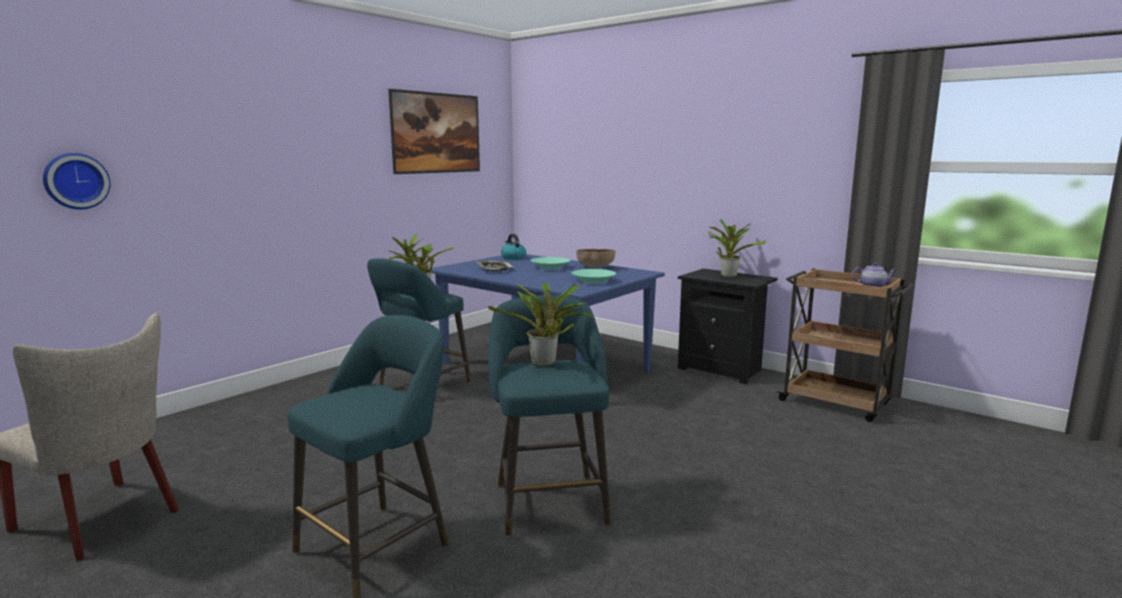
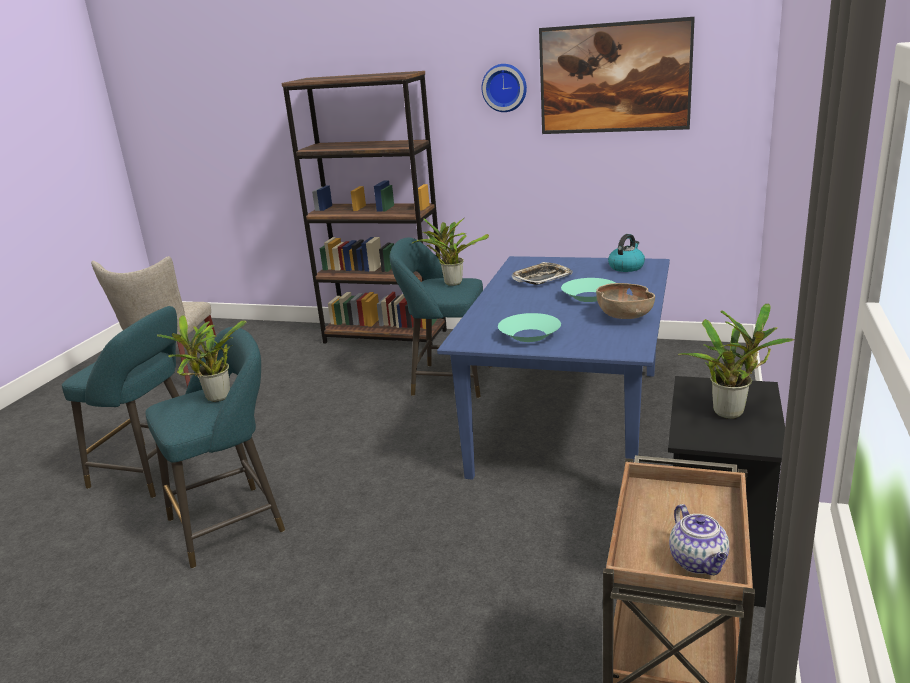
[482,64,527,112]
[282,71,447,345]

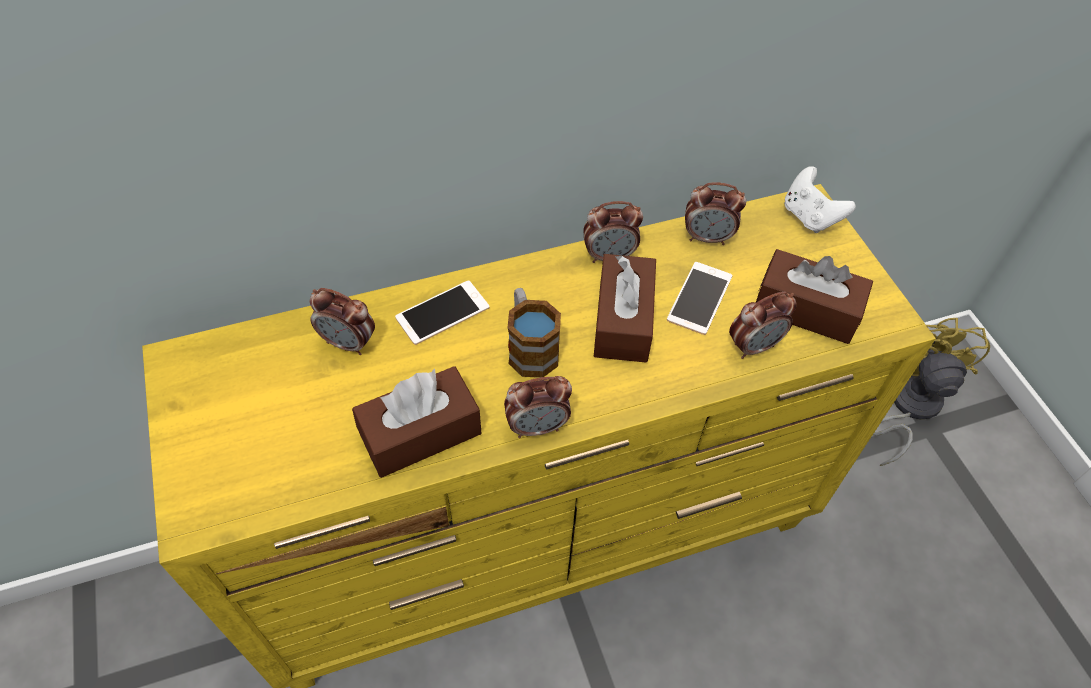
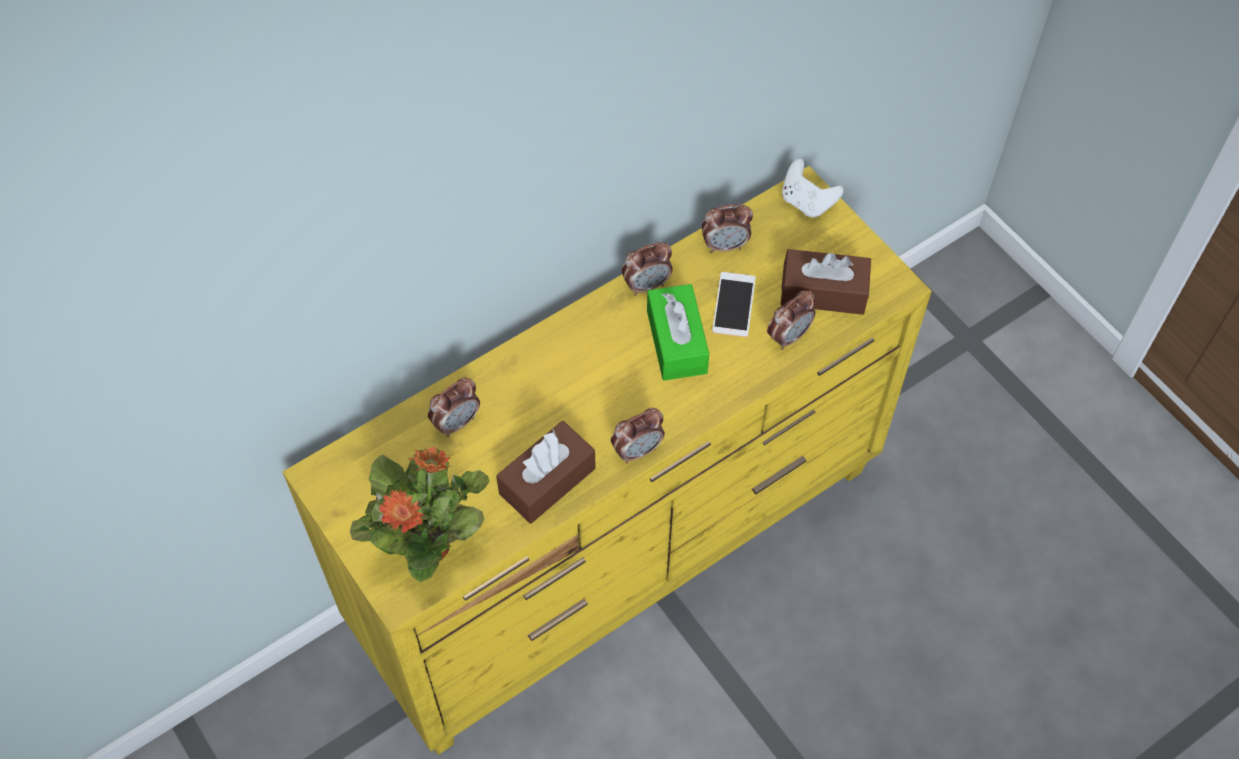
[647,284,709,381]
[395,280,489,345] (first image)
[428,378,480,437]
[508,288,561,378] (first image)
[873,318,990,466] (first image)
[350,447,490,582]

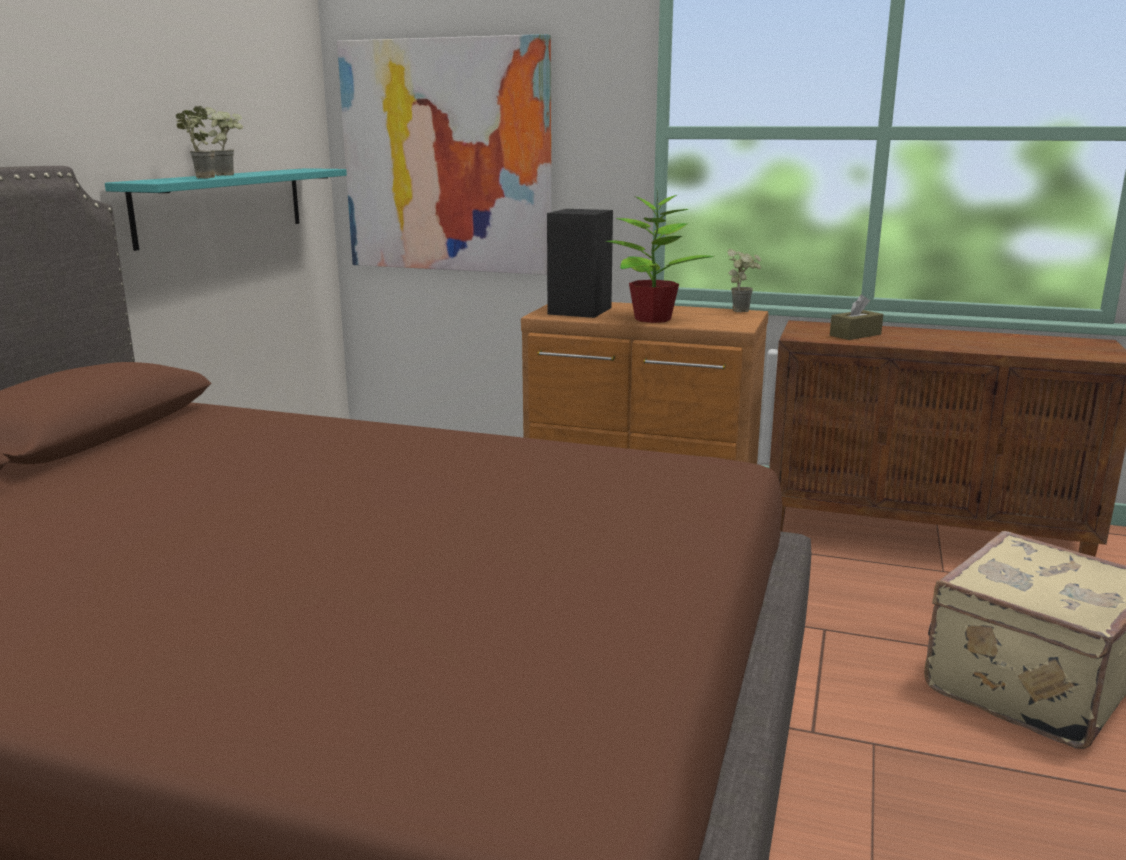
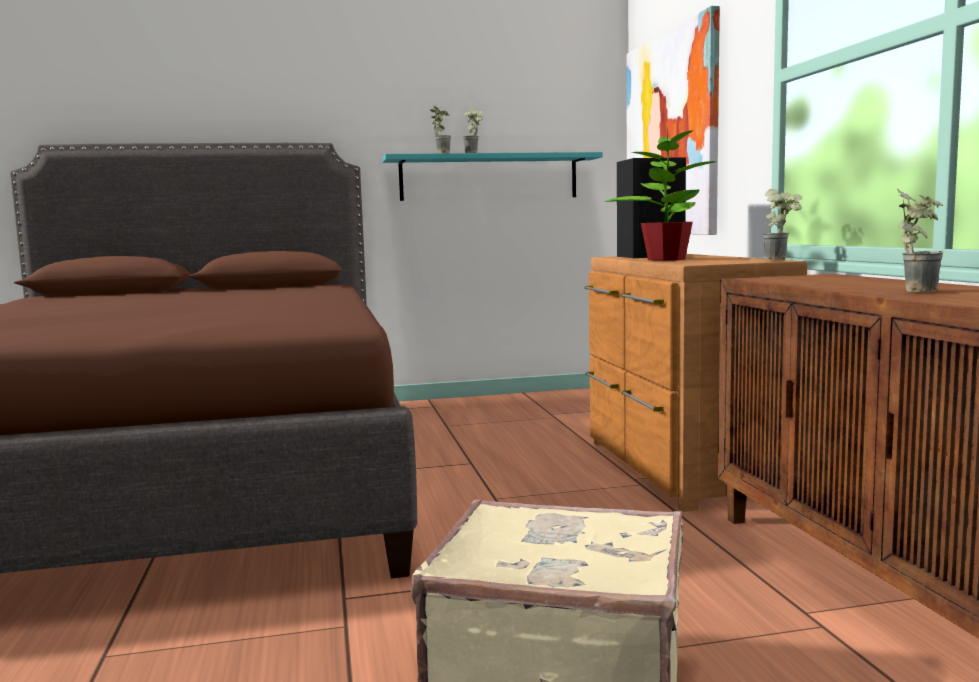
[830,295,883,340] (first image)
[897,188,944,292]

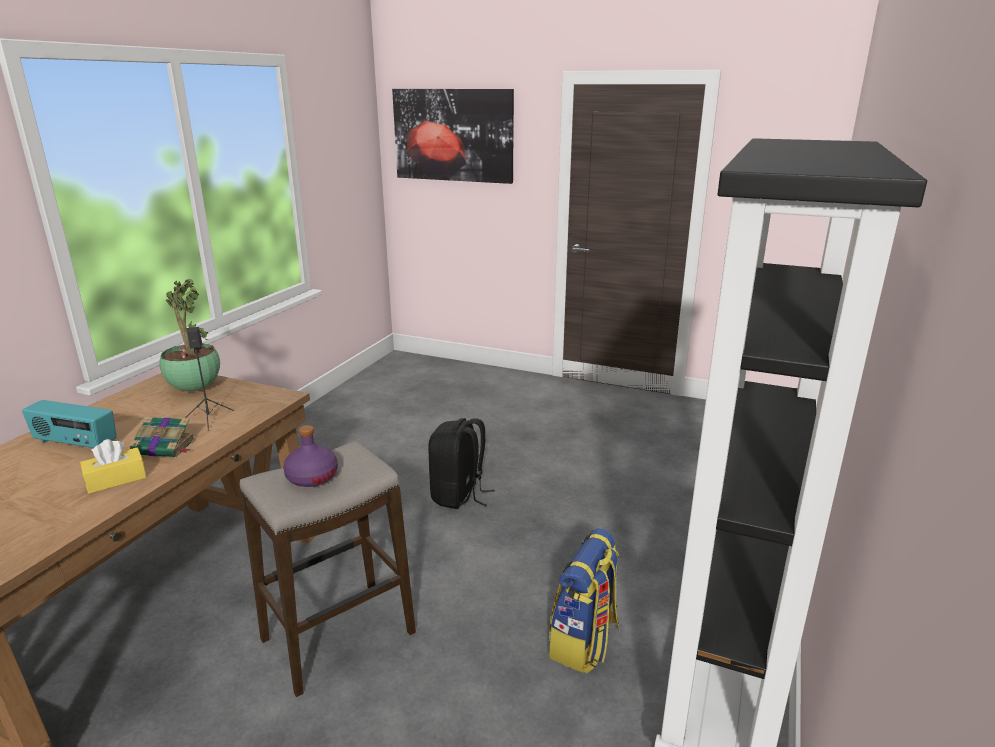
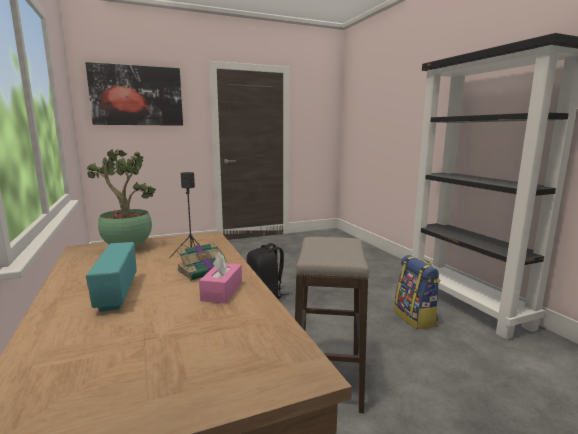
[86,242,137,312]
[283,425,338,487] (first image)
[199,252,242,304]

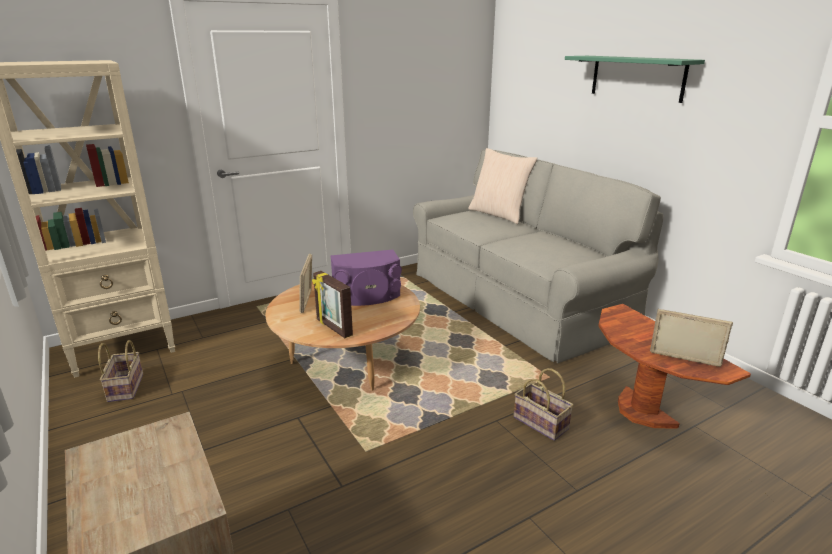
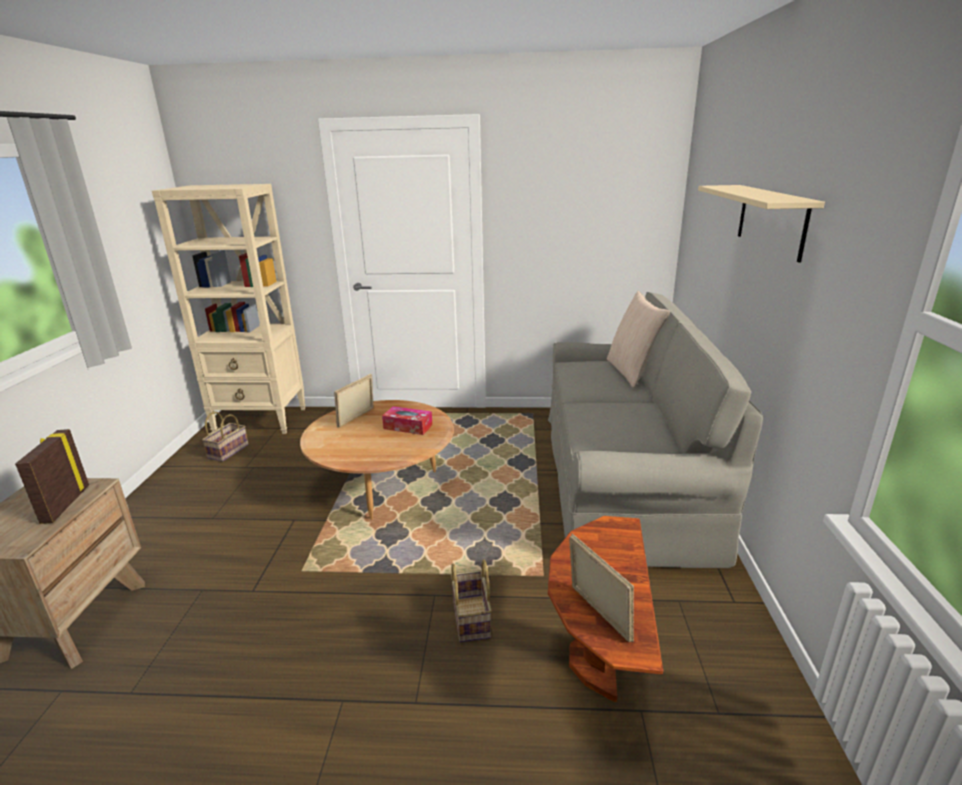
[698,185,825,263]
[382,406,433,435]
[15,429,89,524]

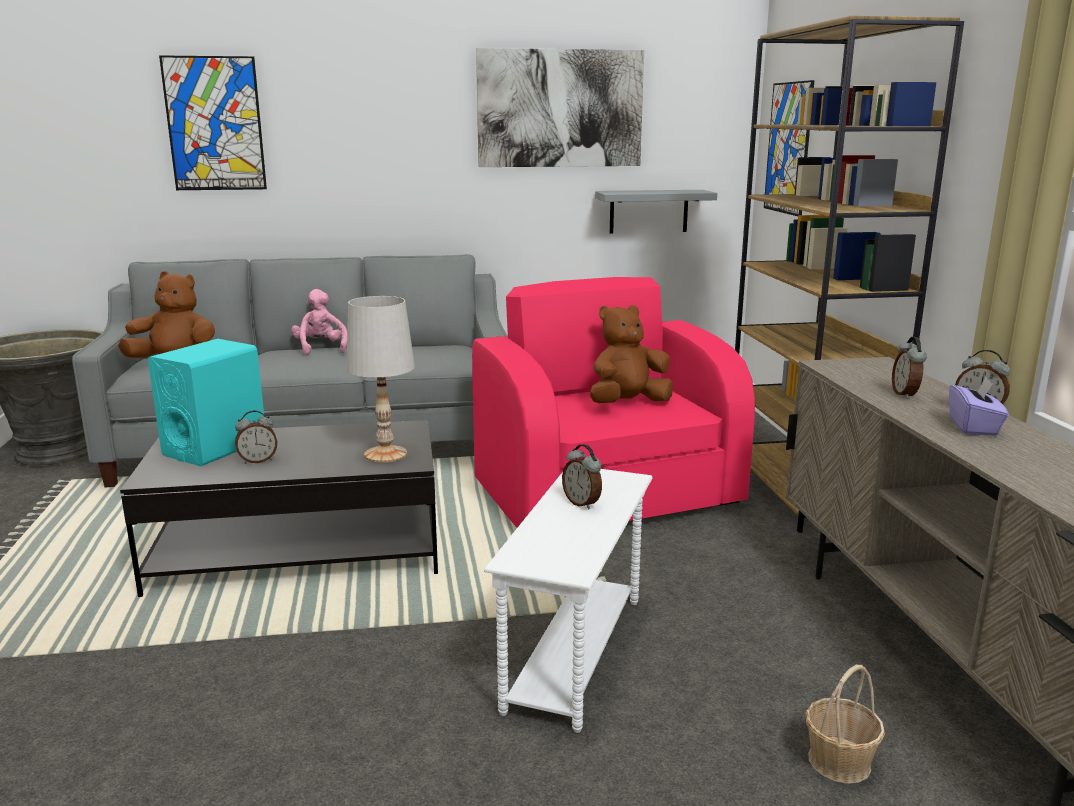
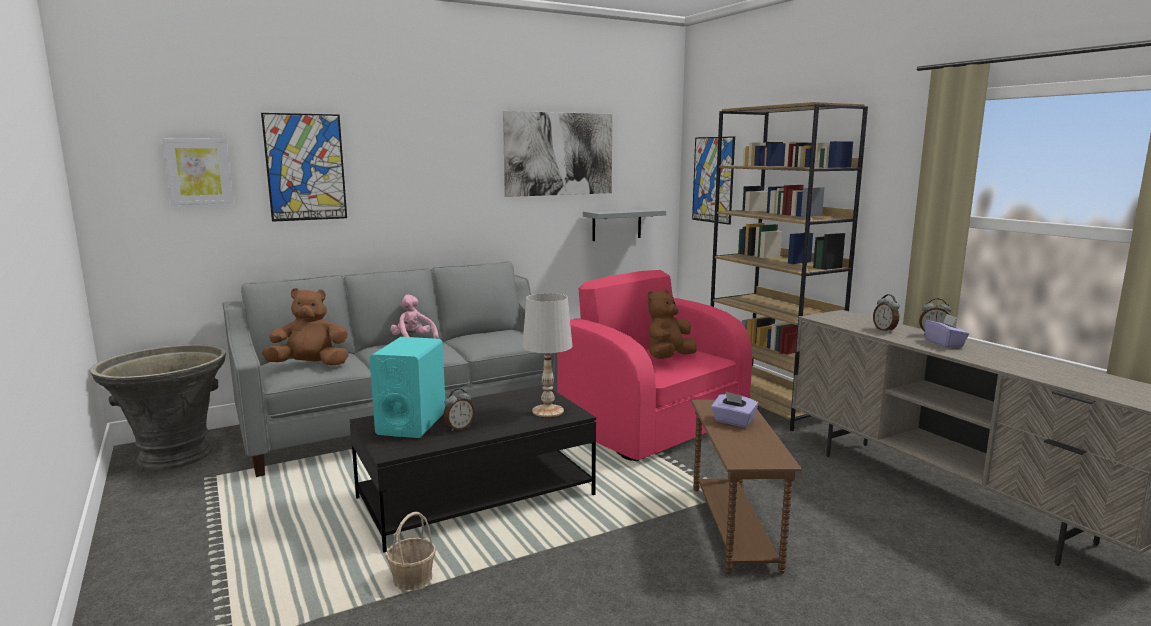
[711,391,758,428]
[691,400,802,574]
[386,512,436,591]
[162,139,233,205]

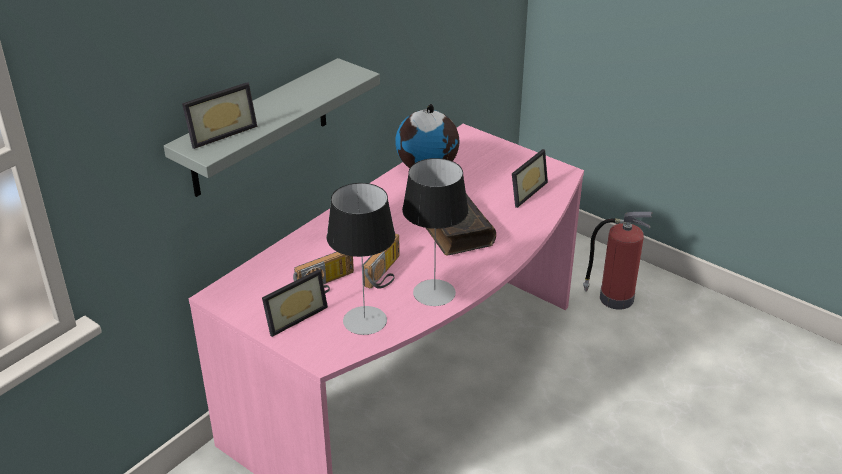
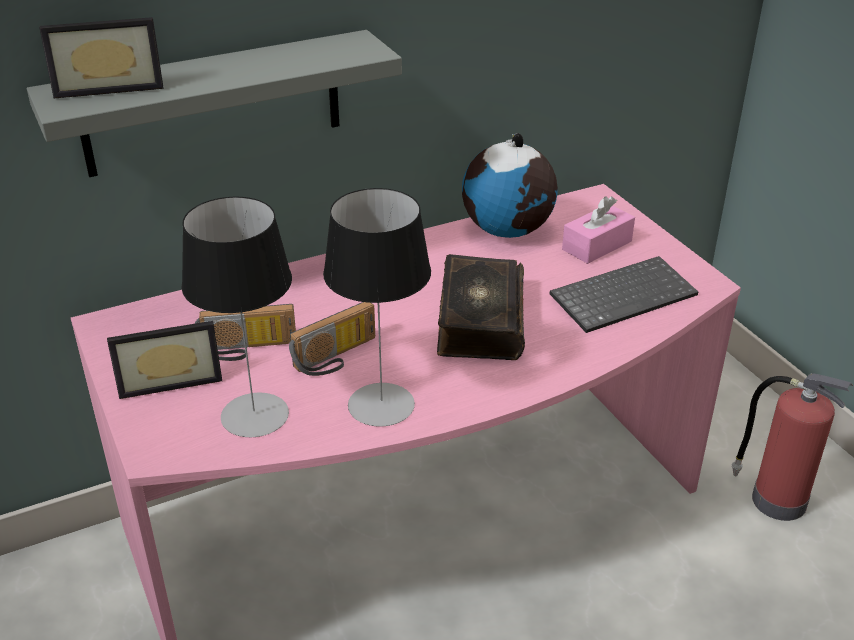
[550,256,698,333]
[562,196,635,264]

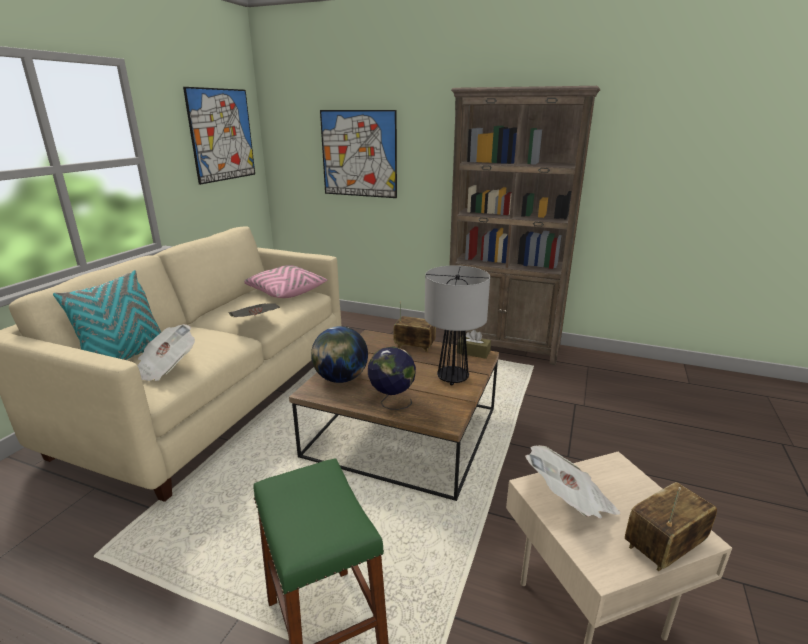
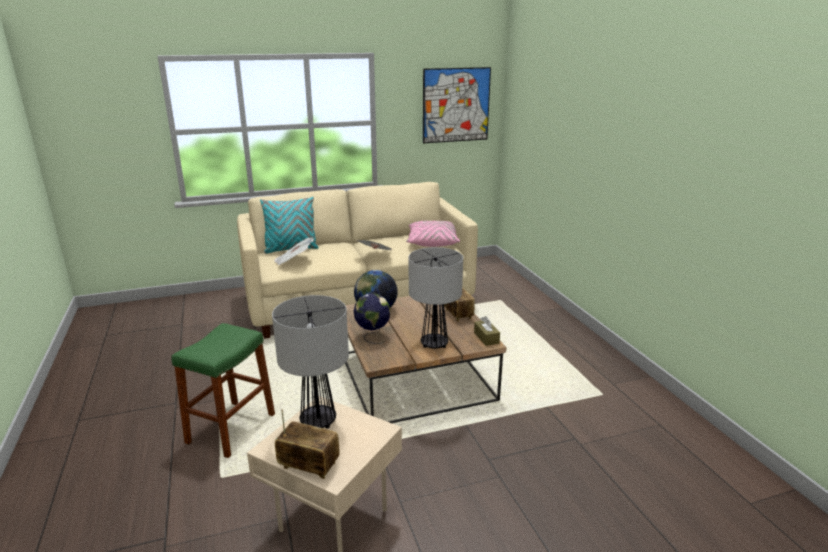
[447,86,600,365] (first image)
[320,110,397,198] (first image)
[272,295,349,429]

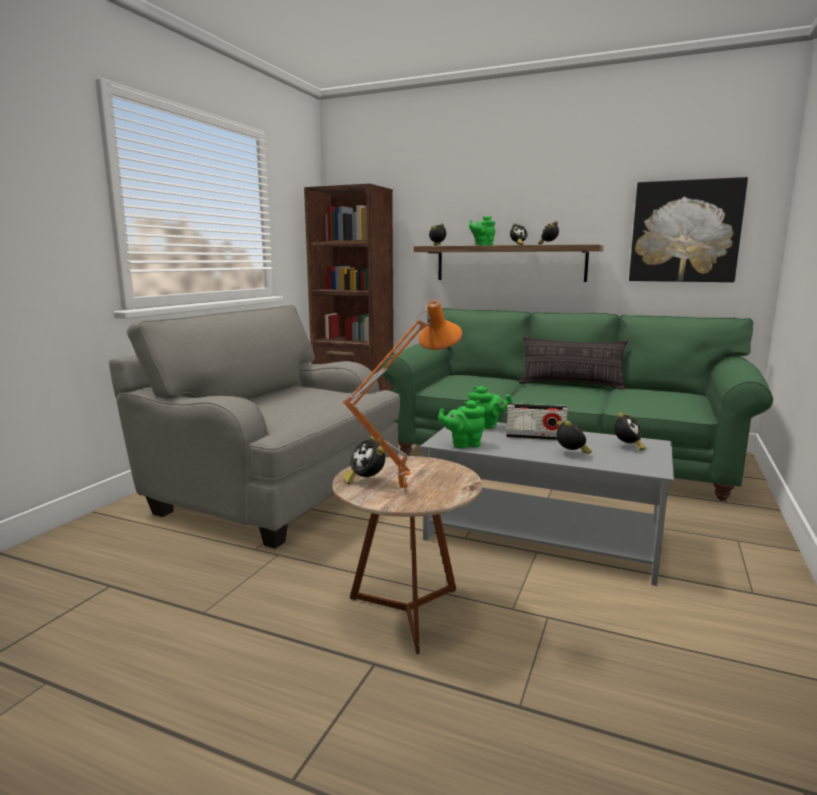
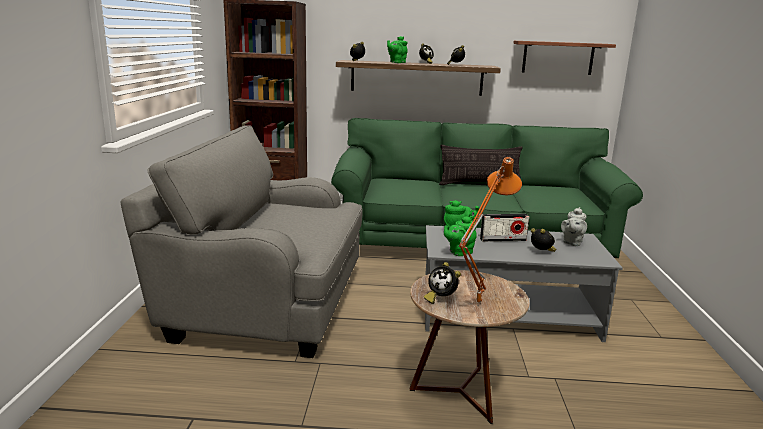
[513,41,616,75]
[561,207,587,246]

